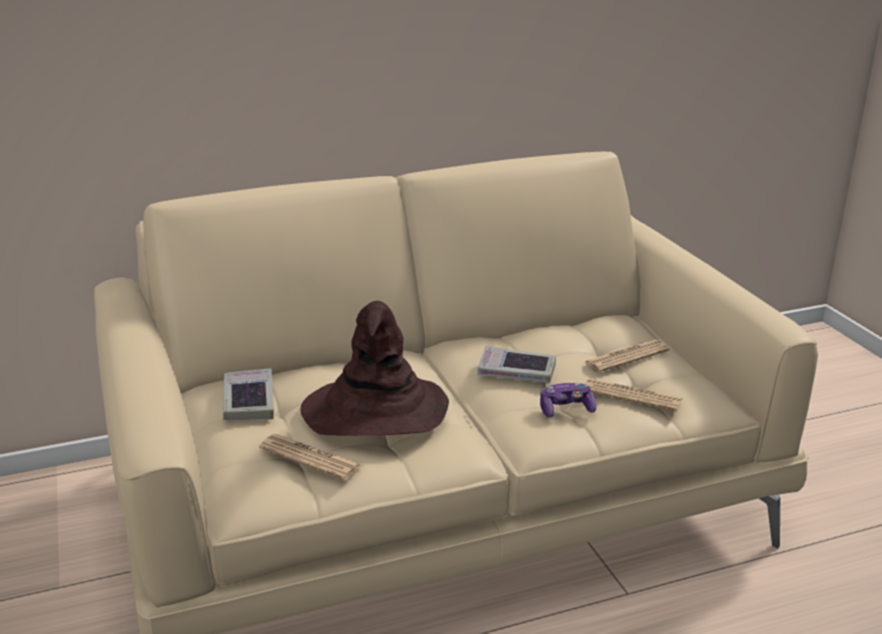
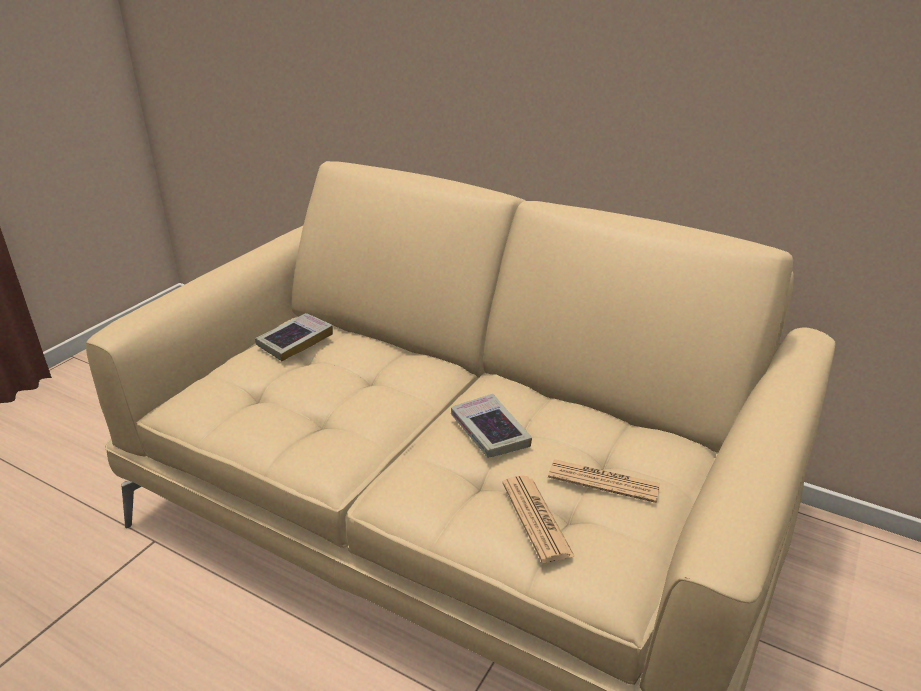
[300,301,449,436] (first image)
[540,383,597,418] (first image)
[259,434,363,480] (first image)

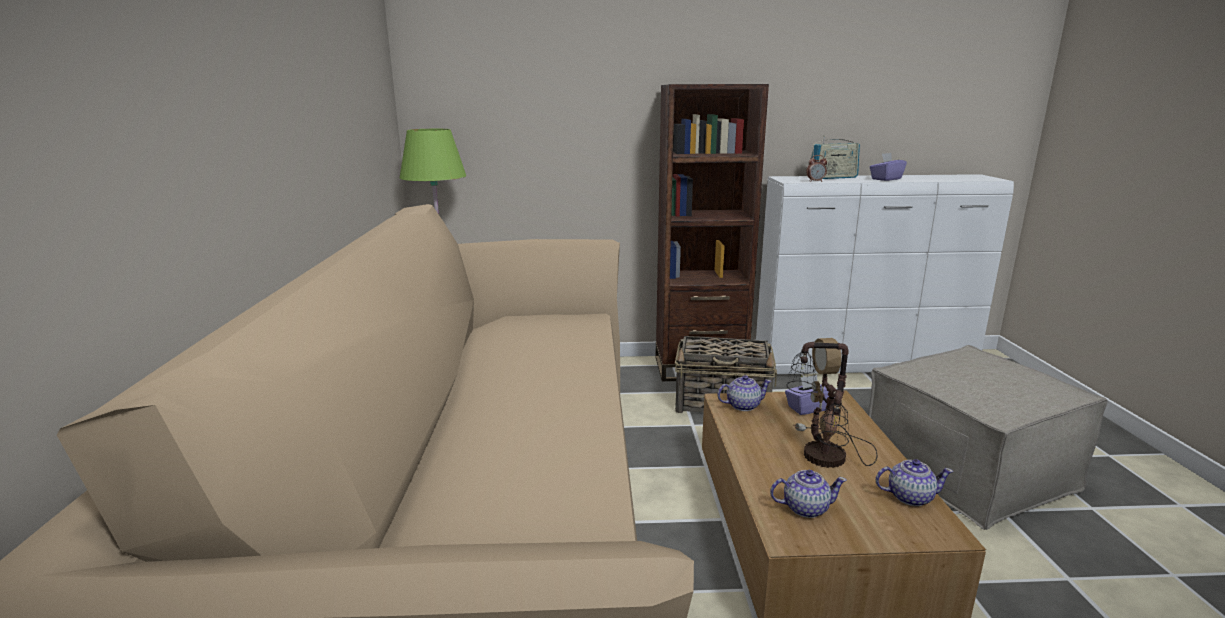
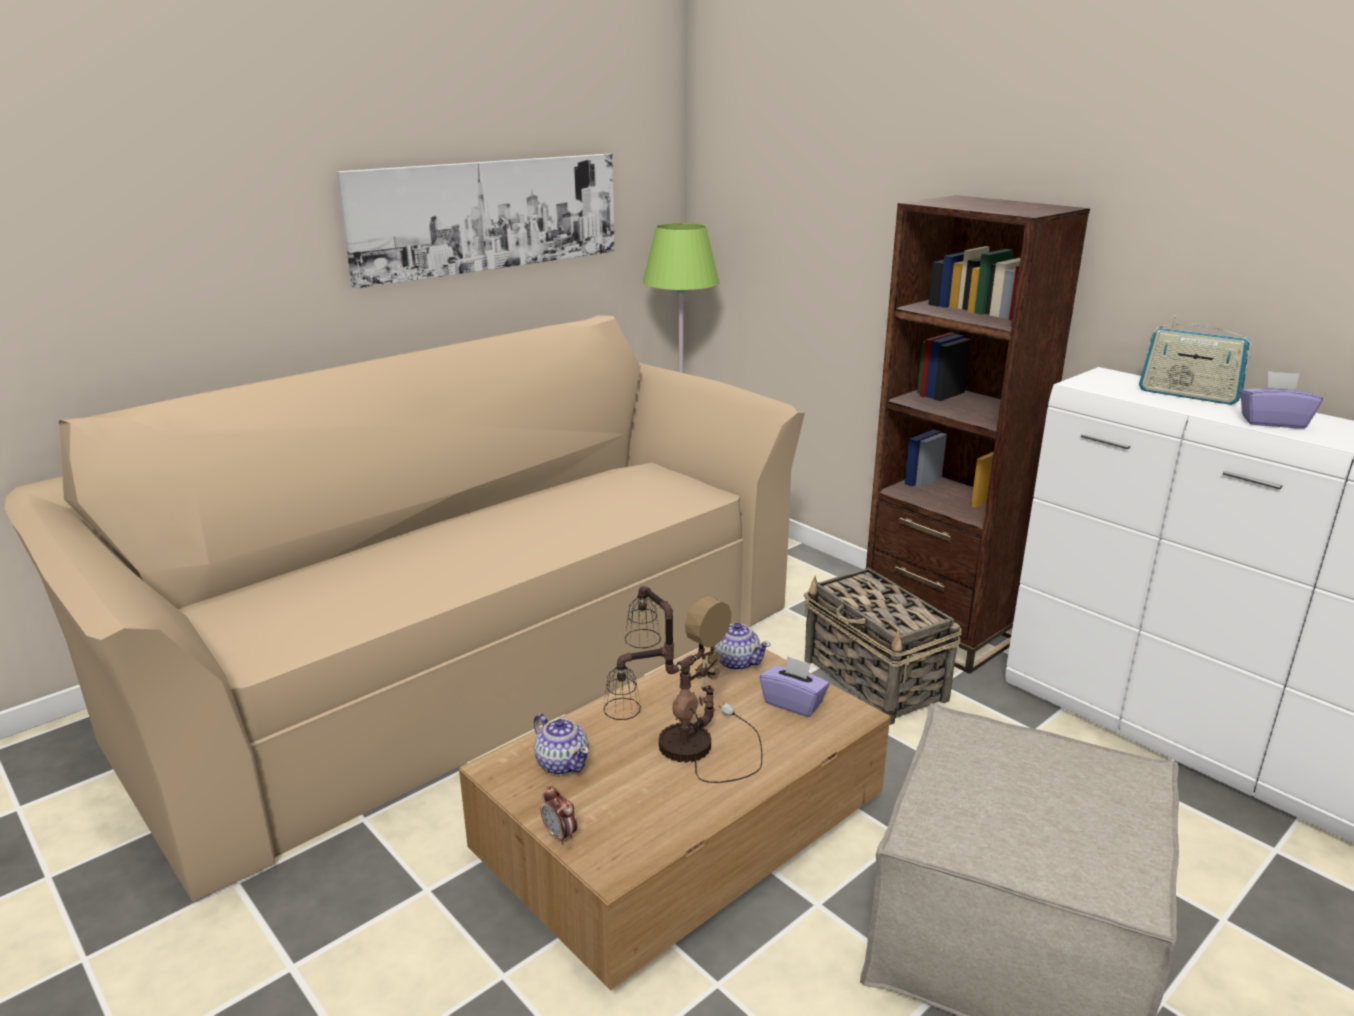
[541,786,577,845]
[876,459,953,506] (first image)
[336,154,615,289]

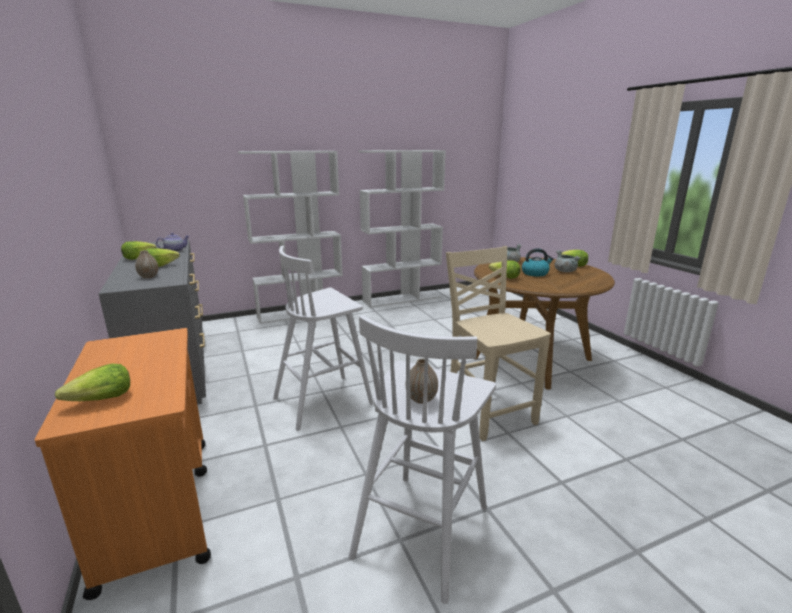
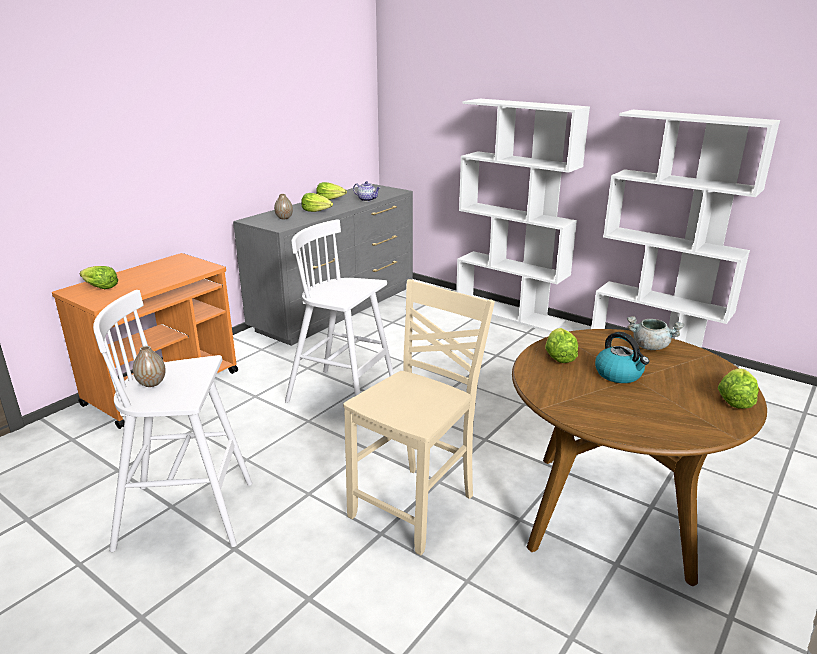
[555,250,581,272] (first image)

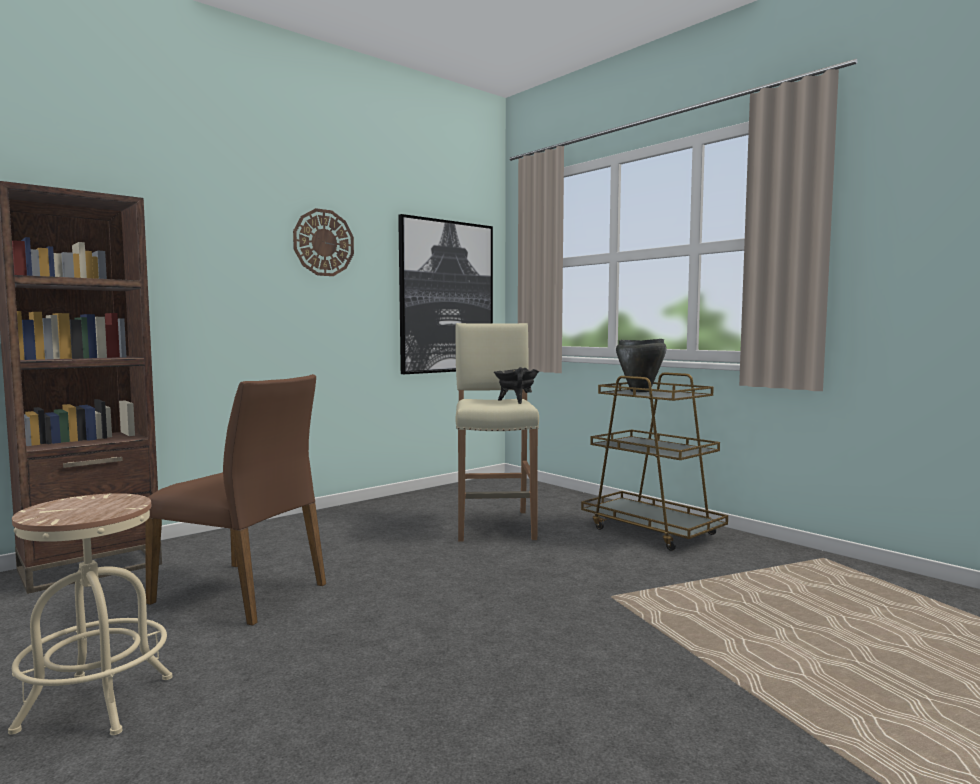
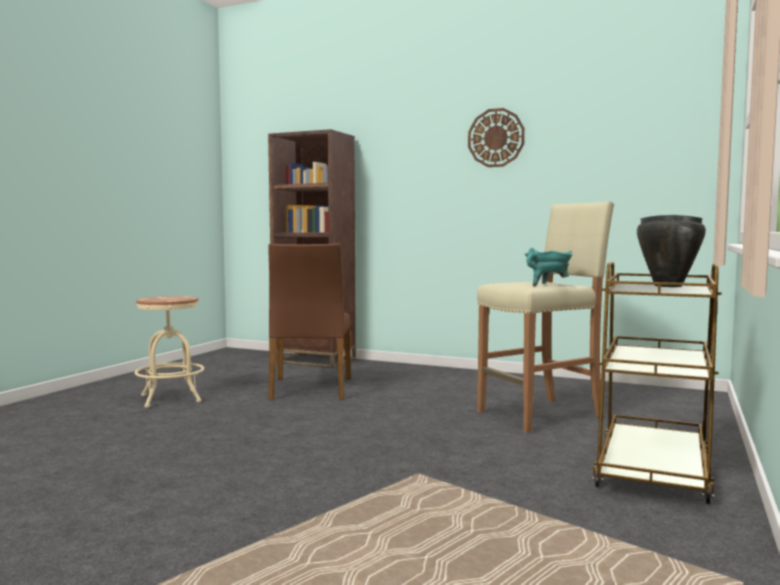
[398,214,493,374] (first image)
[525,248,572,287]

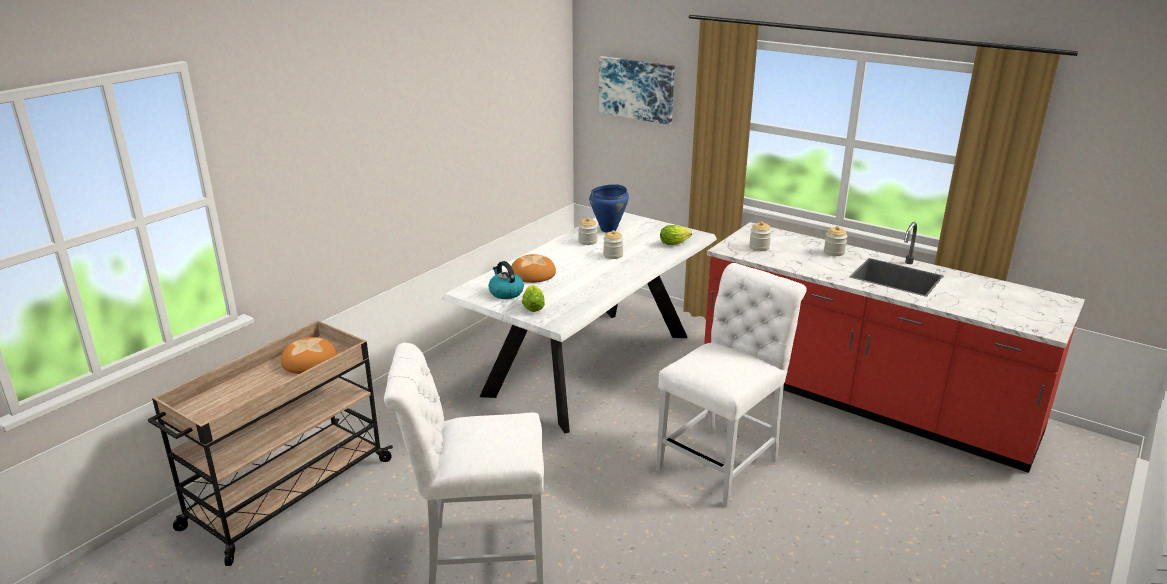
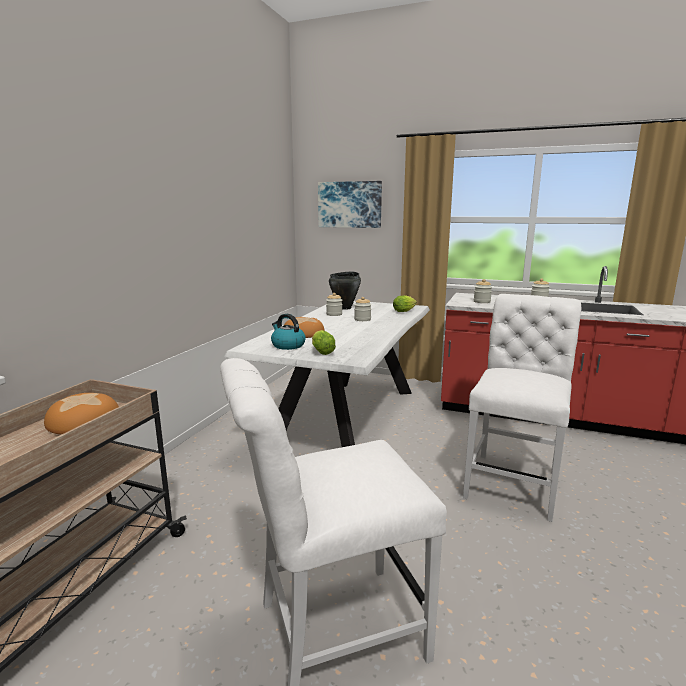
[329,271,361,310]

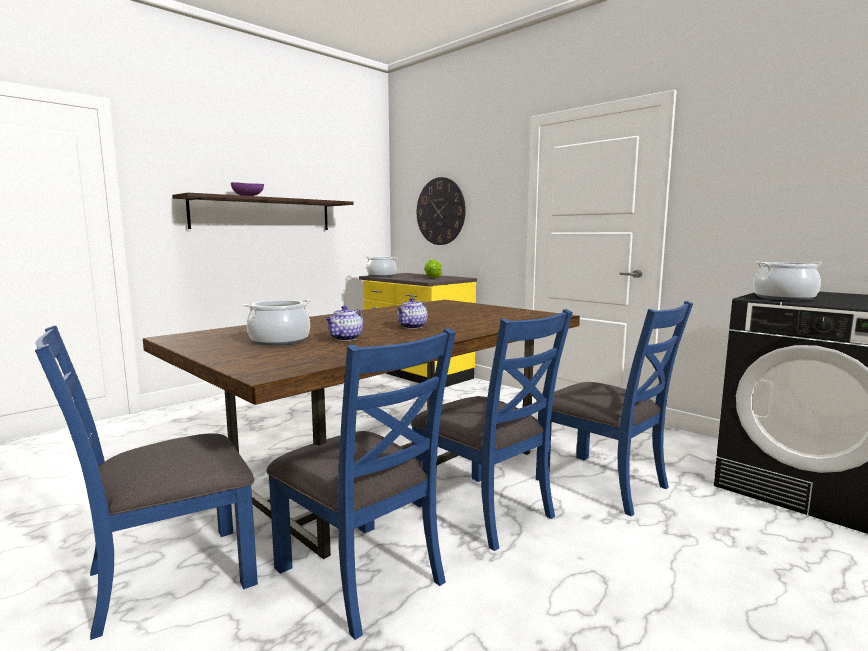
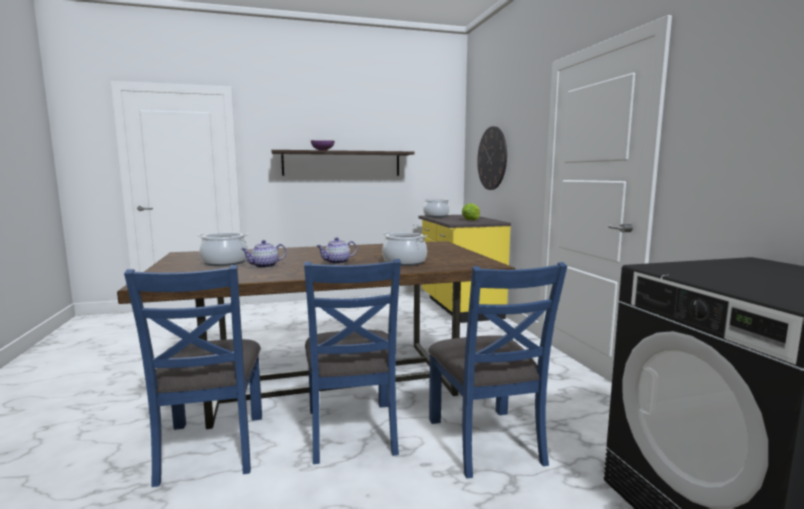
[382,232,427,266]
[35,325,258,640] (first image)

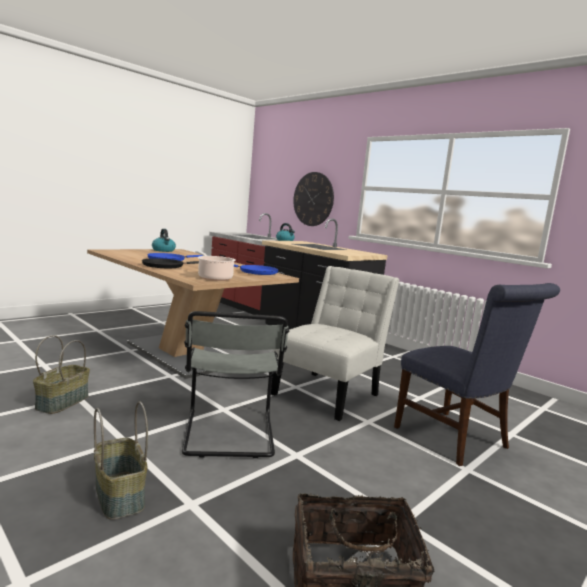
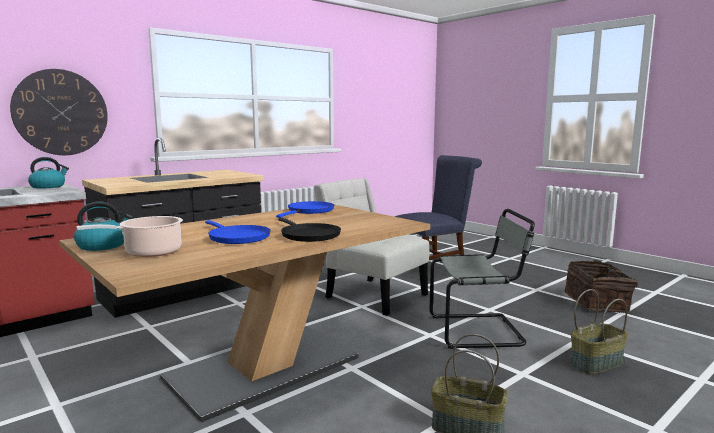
[76,216,183,257]

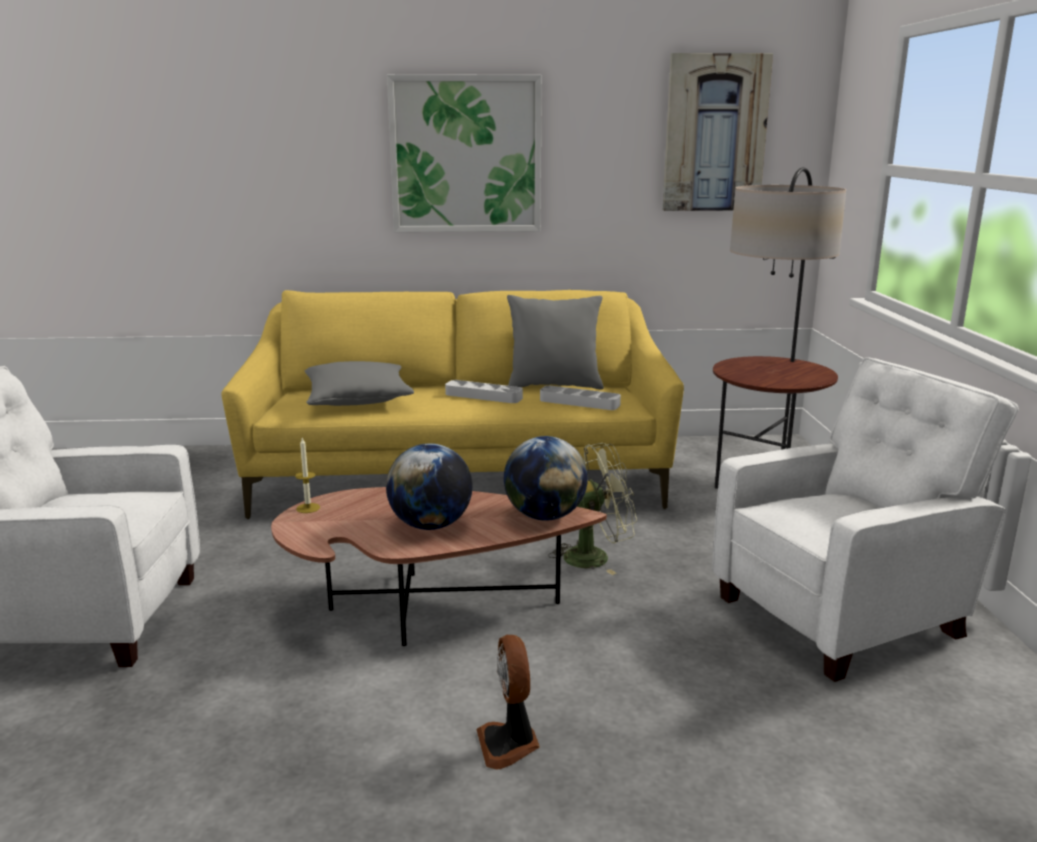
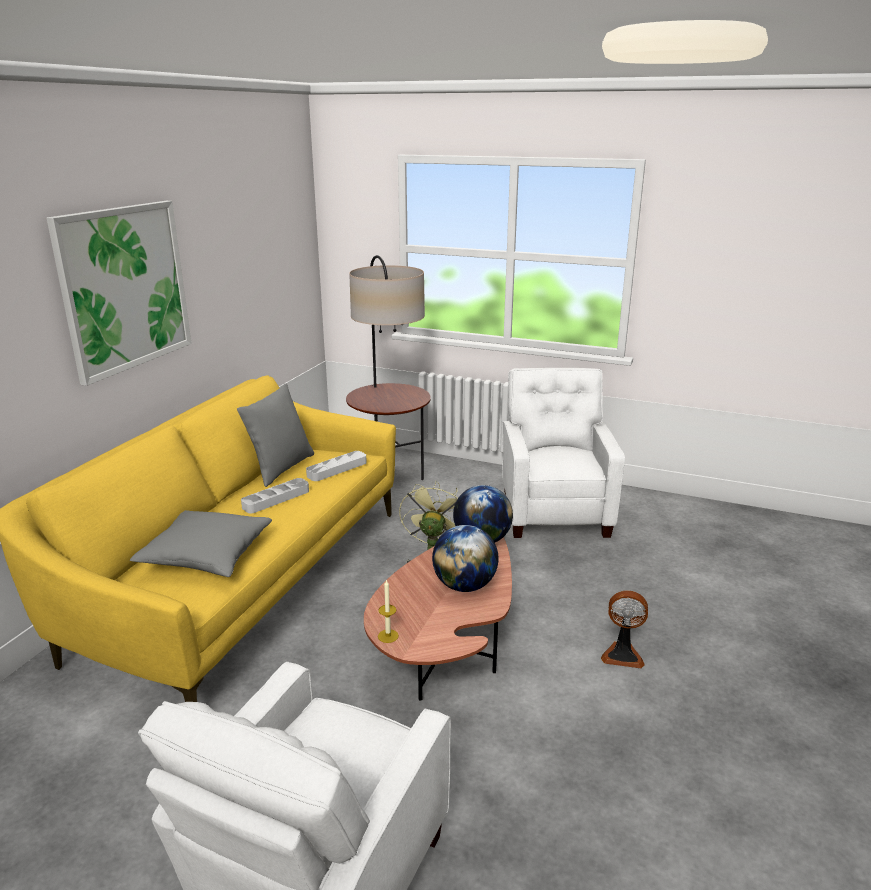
[663,53,773,211] (first image)

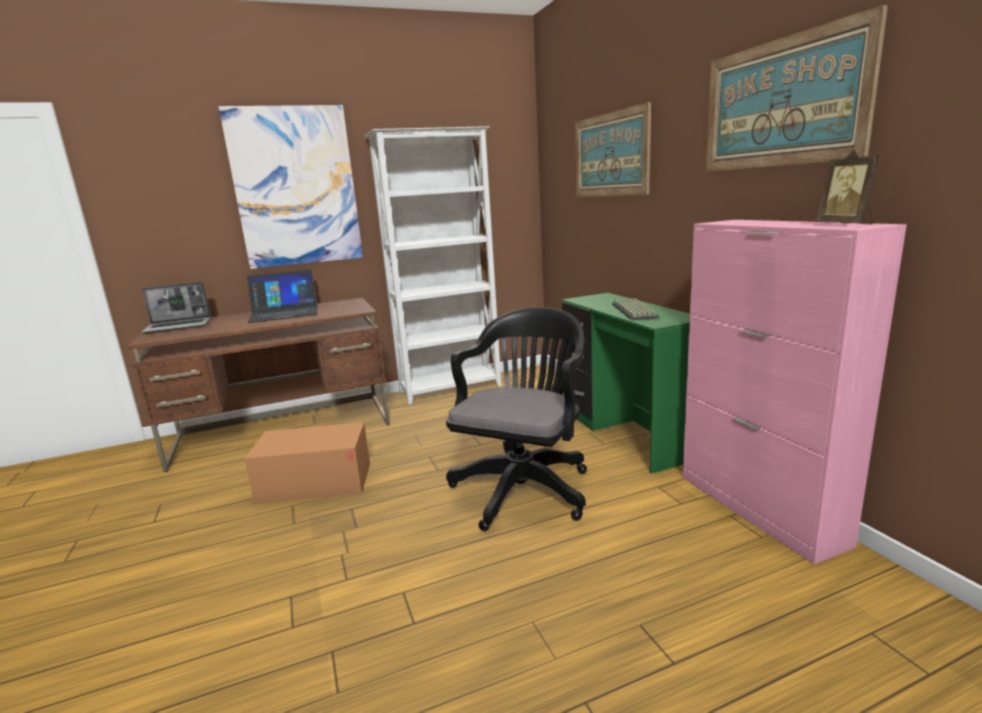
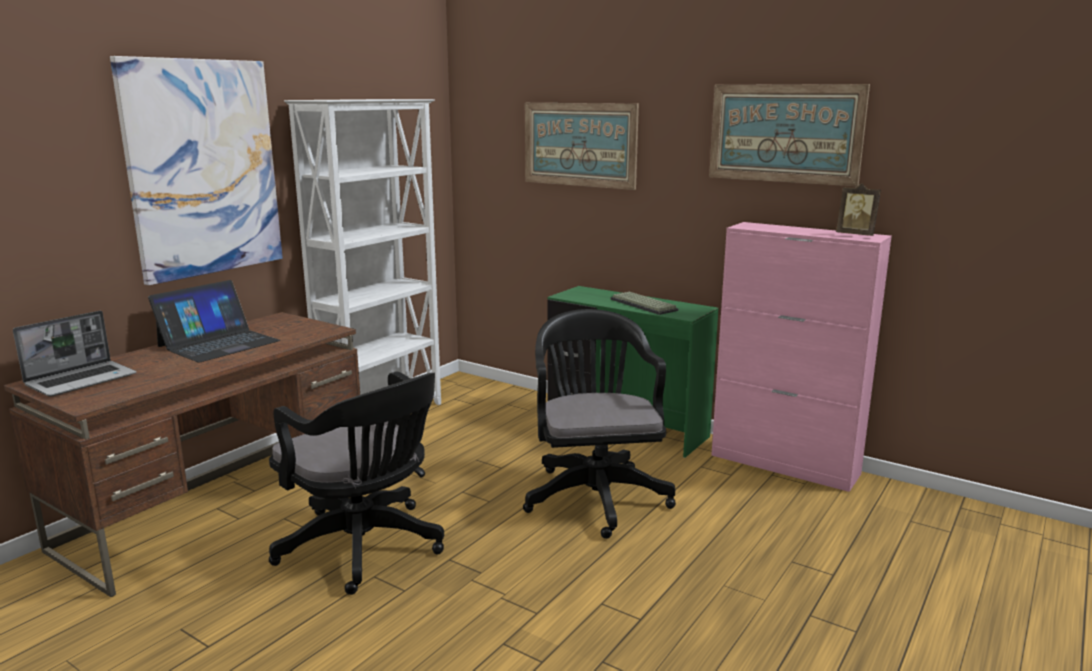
[269,371,444,595]

